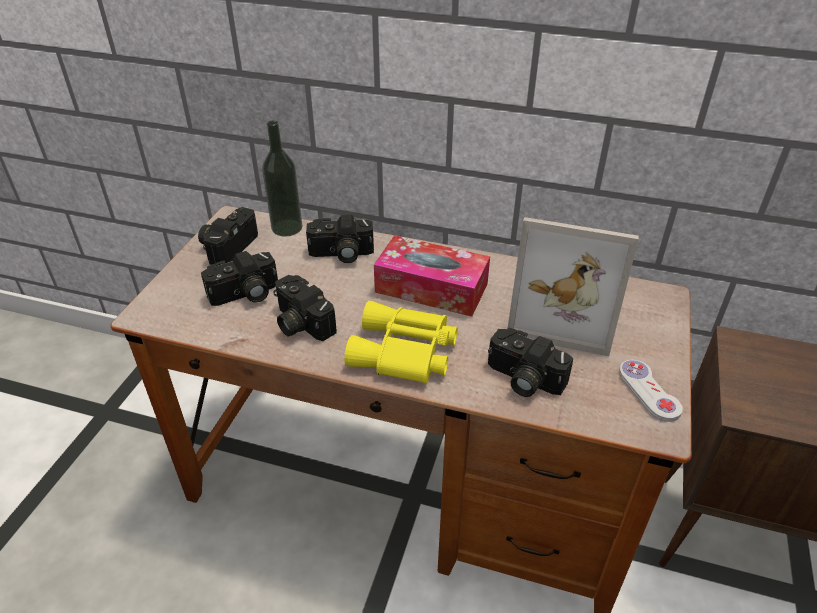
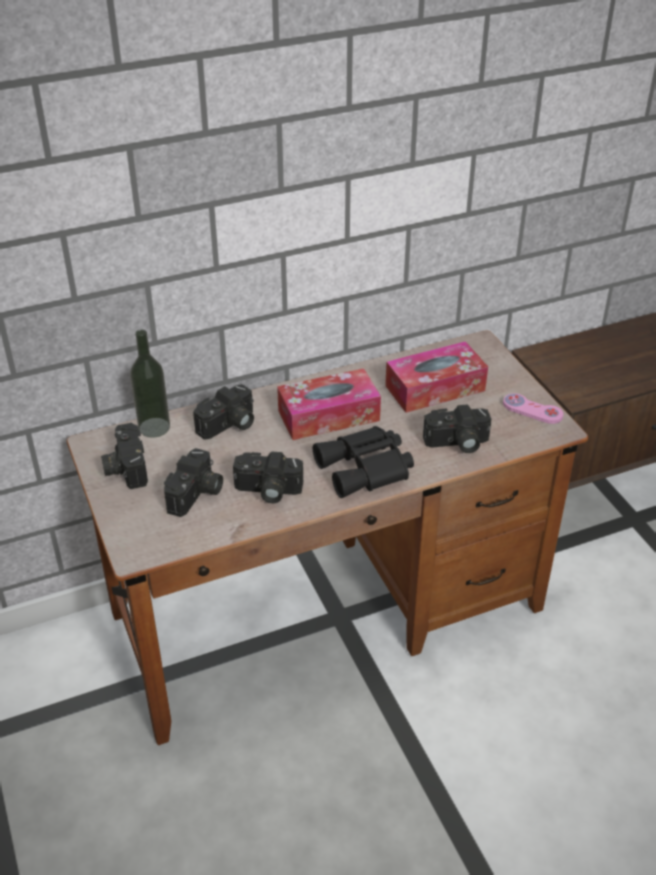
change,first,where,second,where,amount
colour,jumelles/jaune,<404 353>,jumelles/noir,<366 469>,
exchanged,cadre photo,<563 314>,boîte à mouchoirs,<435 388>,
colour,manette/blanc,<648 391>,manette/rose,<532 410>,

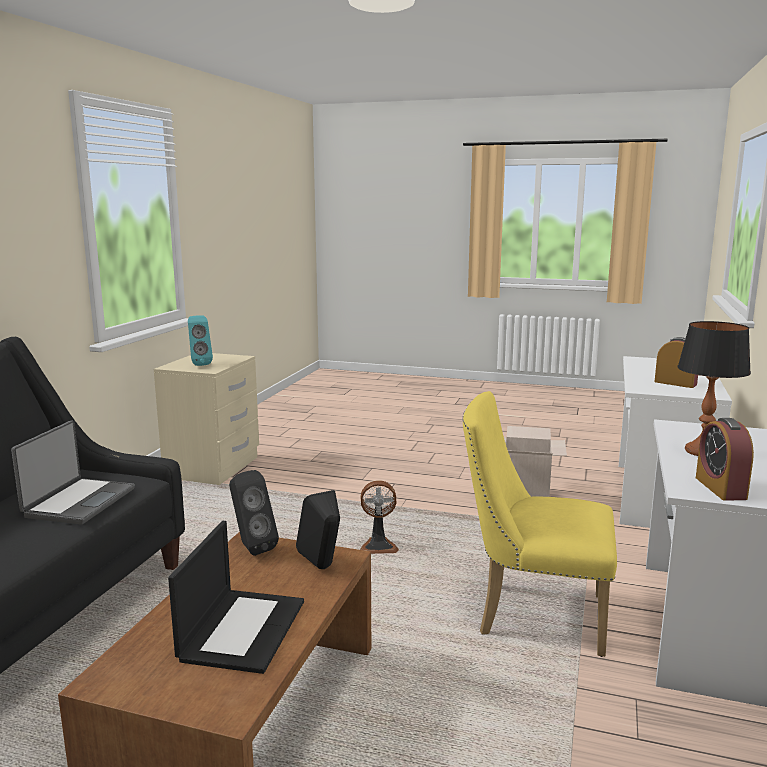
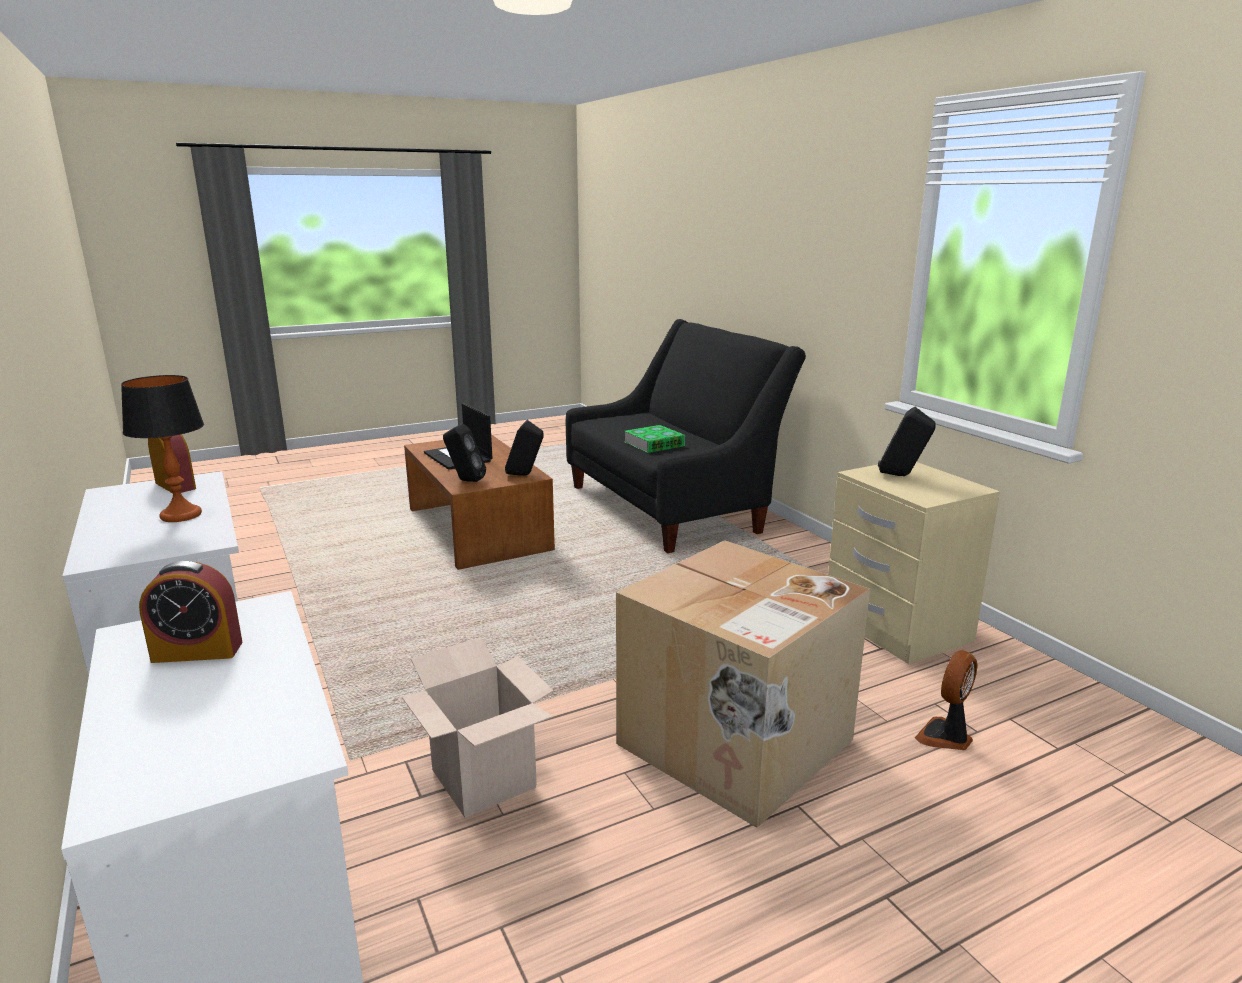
change,first,where,second,where,amount
appeared,,,carton,<735 744>,
exchanged,ordinateur portable,<78 502>,livre,<654 444>,
colour,enceinte/turquoise,<200 364>,enceinte/noir,<902 476>,
relocated,ventilateur,<378 546>,,<946 737>,
missing,chaise/jaune,<531 614>,,,

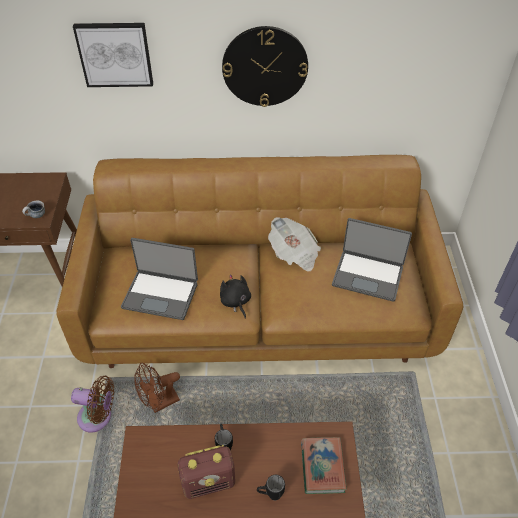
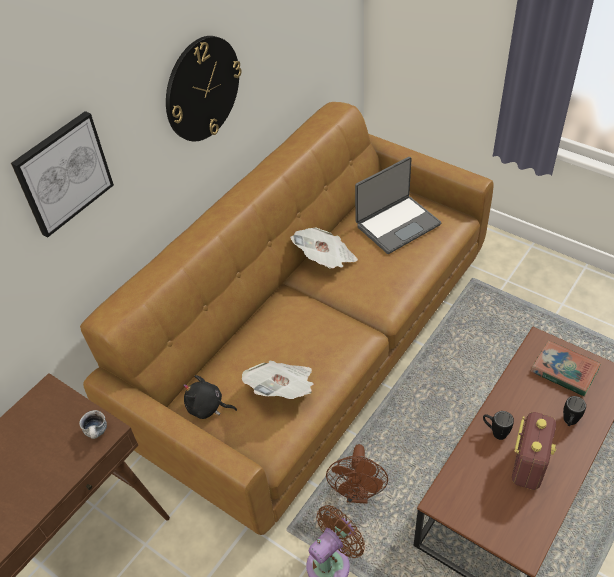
change,first,where,second,where,amount
relocated,peluche/noir,<235 302>,,<207 407>,
exchanged,ordinateur portable,<161 294>,journal,<283 389>,

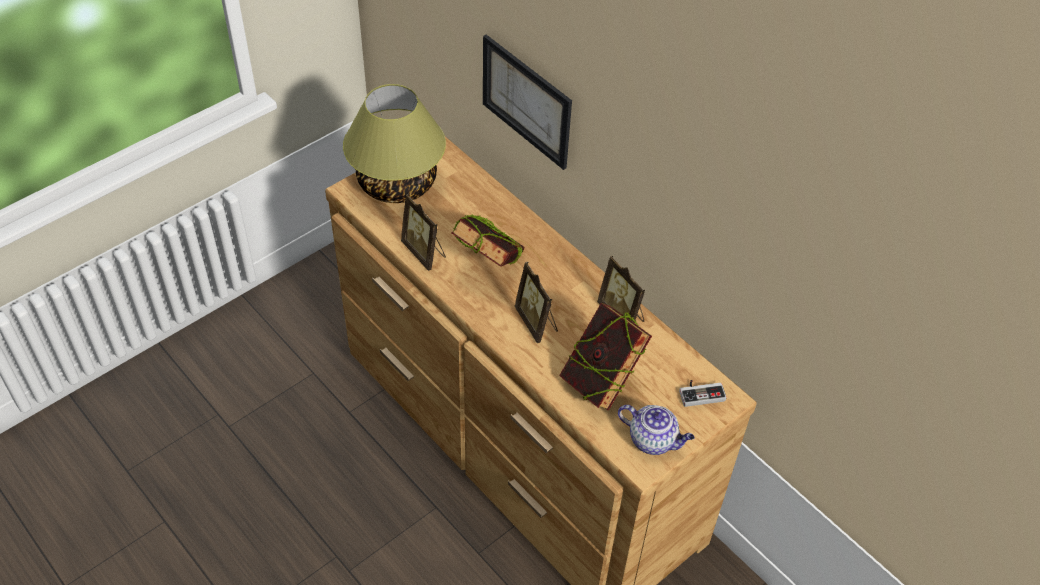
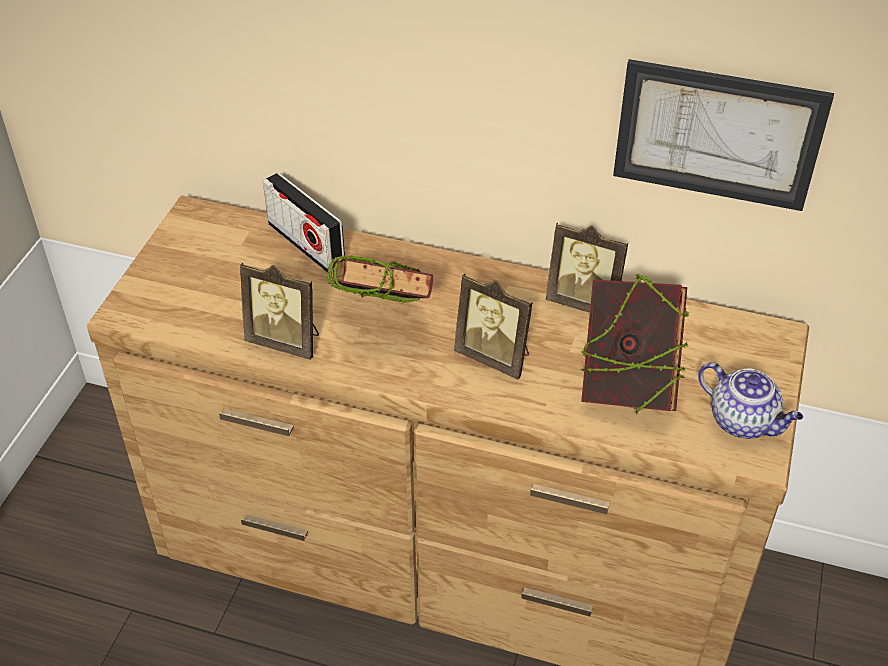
change,first,where,second,where,amount
appeared,,,radio,<306 245>,
relocated,tableau,<526 101>,,<718 134>,
spun,théière,<653 440>,,<744 422>,45 degrees clockwise
missing,lampe de table,<396 183>,,,
missing,manette,<700 392>,,,

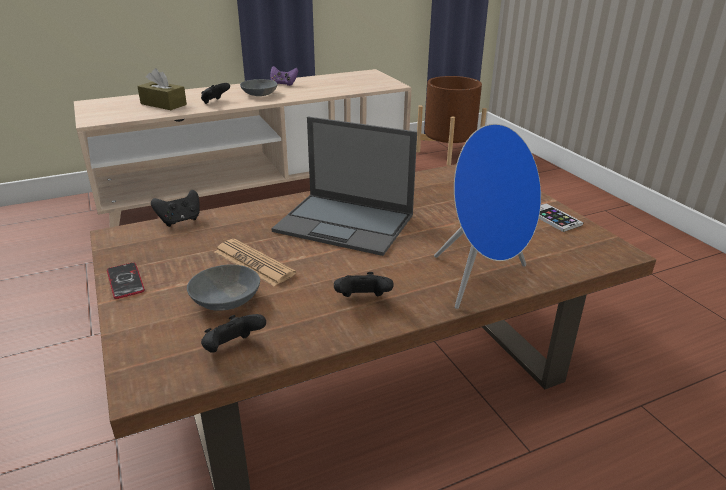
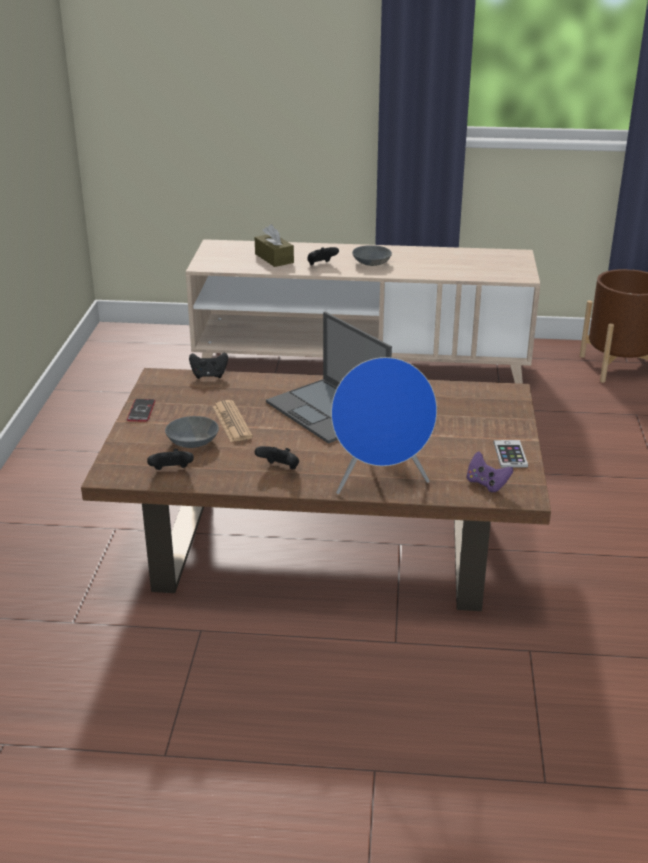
change,first,where,second,where,amount
relocated,manette/violet,<283 84>,,<486 484>,

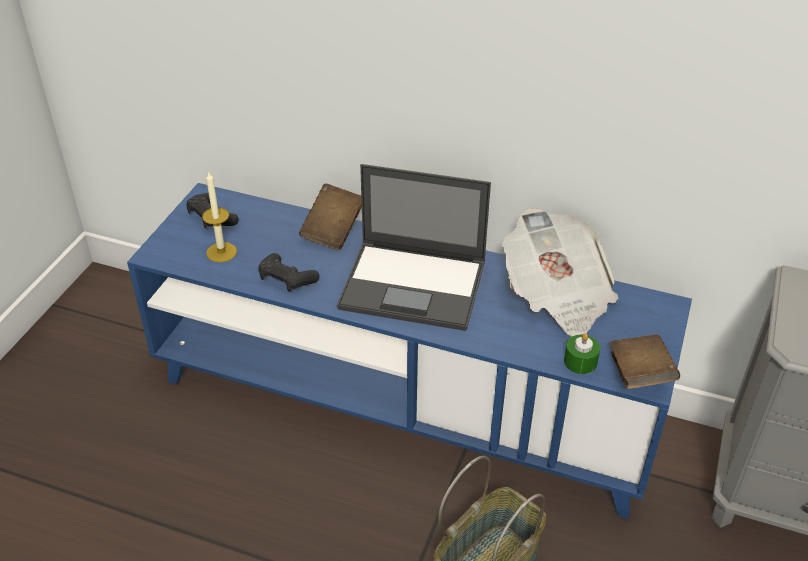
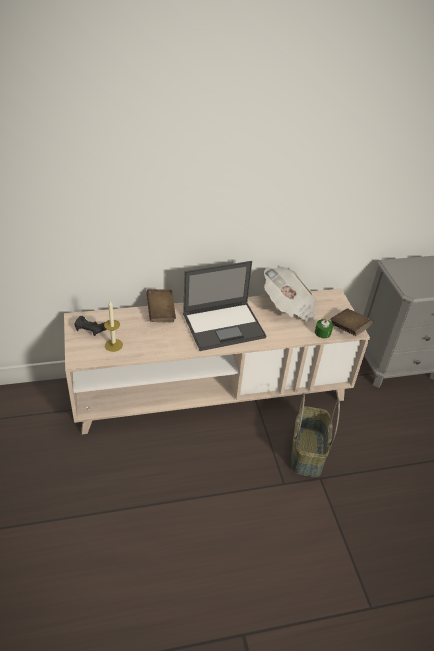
change,first,where,second,where,amount
colour,meuble télé/bleu,<403 402>,meuble télé/beige,<211 392>,
missing,manette/noir,<286 279>,,,

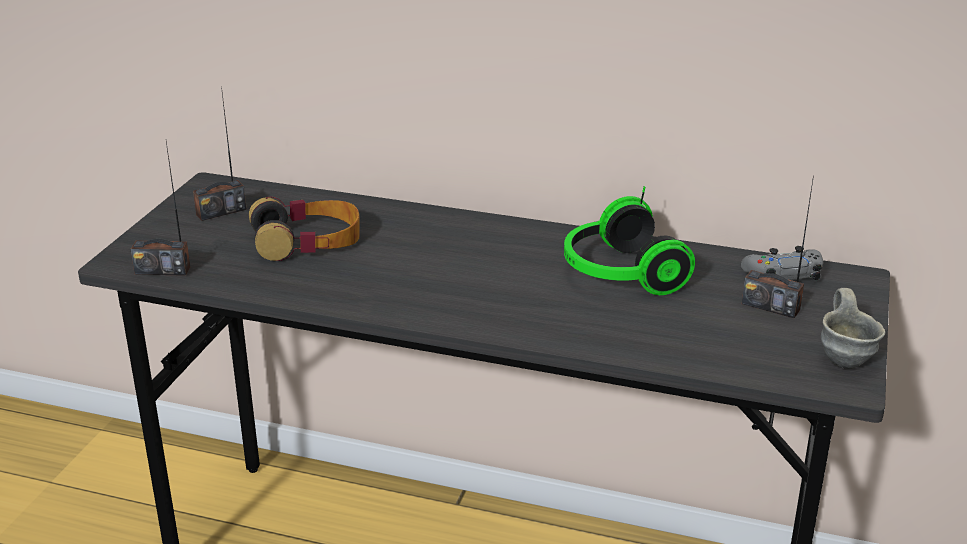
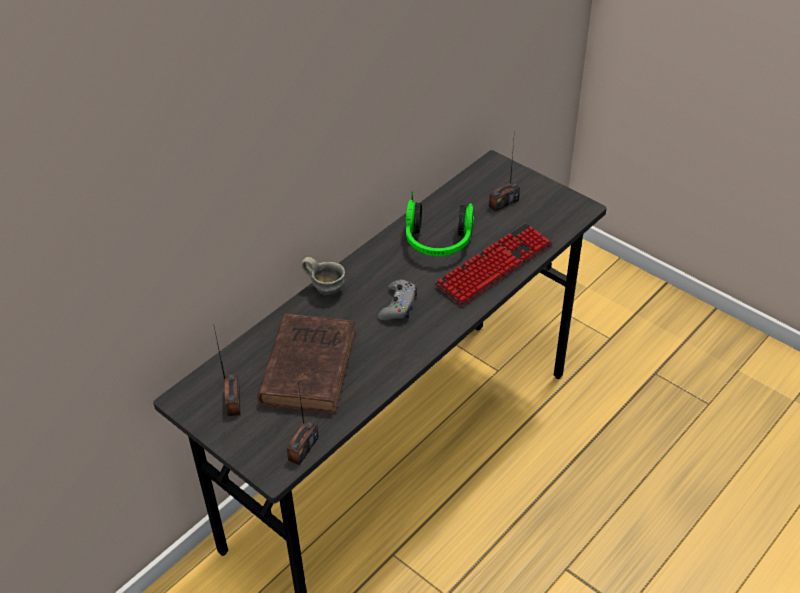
change,first,where,second,where,amount
exchanged,casque audio,<307 240>,livre/marron,<309 365>,
relocated,mug/gris,<847 358>,,<326 288>,
relocated,manette/gris,<783 274>,,<398 305>,
appeared,,,clavier,<494 266>,

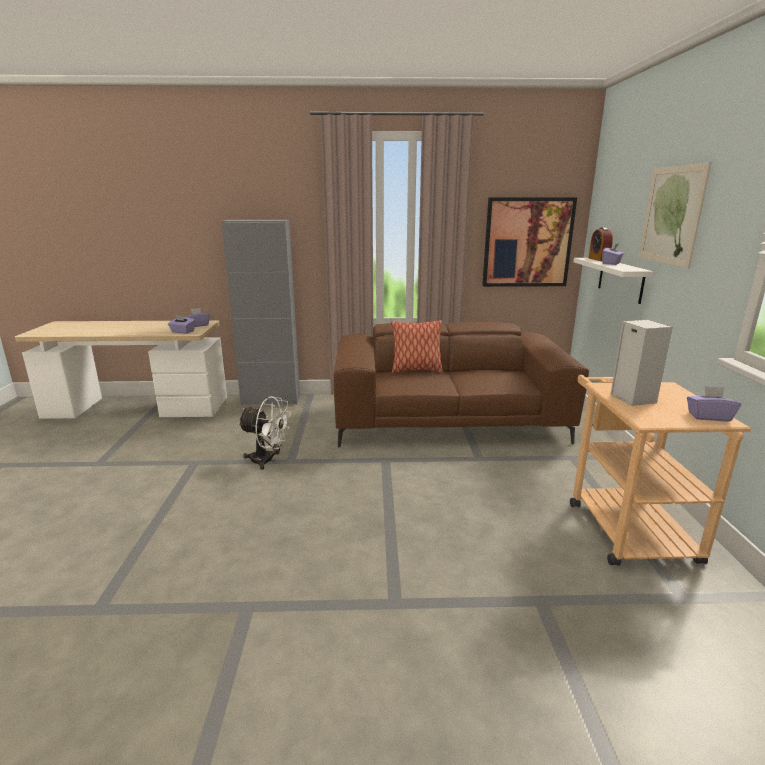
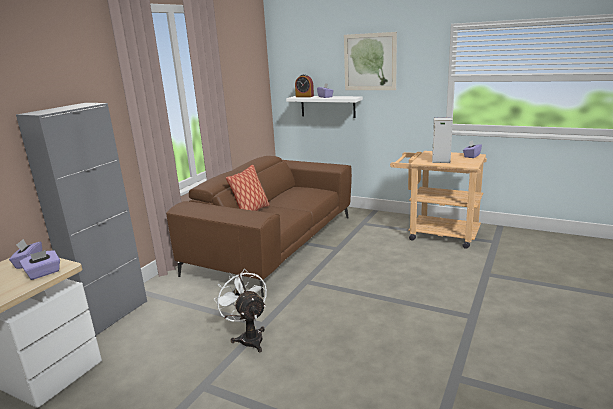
change,first,where,second,where,amount
spun,ventilateur/blanc,<267 460>,,<249 337>,75 degrees counterclockwise
missing,tableau,<527 242>,,,

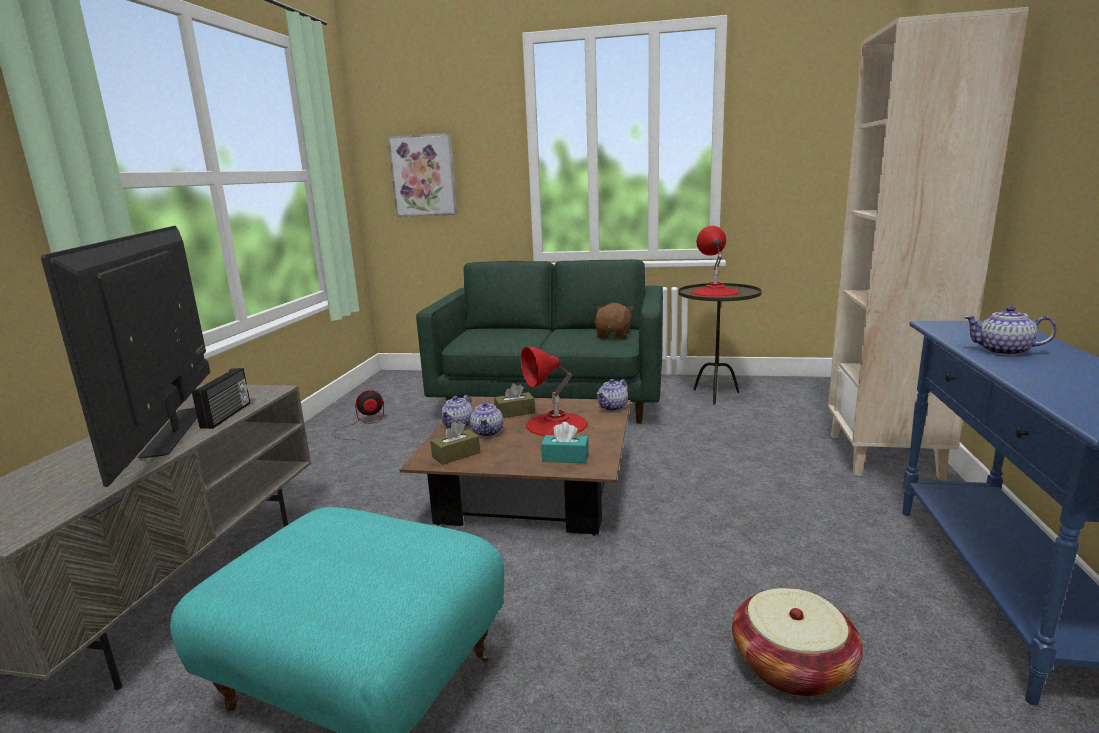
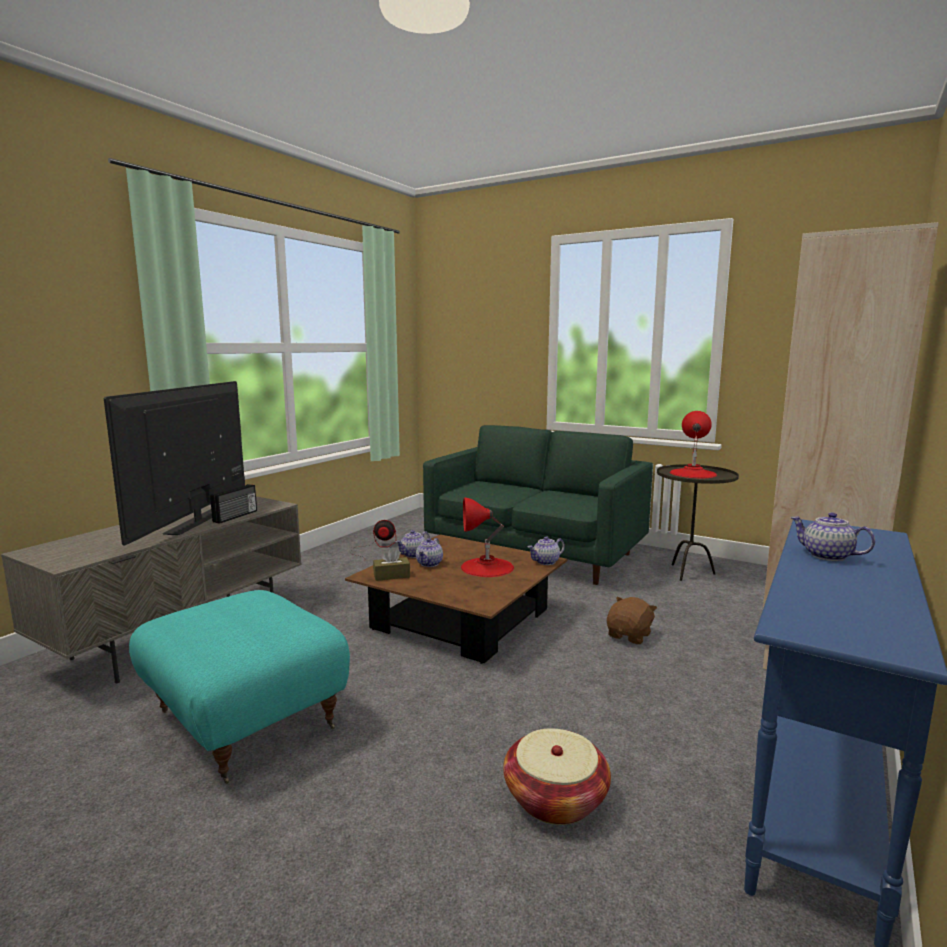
change,first,where,second,where,amount
relocated,peluche/marron,<613 335>,,<630 635>,
missing,tableau,<424 175>,,,
missing,boîte à mouchoirs/marron,<515 412>,,,
missing,boîte à mouchoirs/turquoise,<565 457>,,,

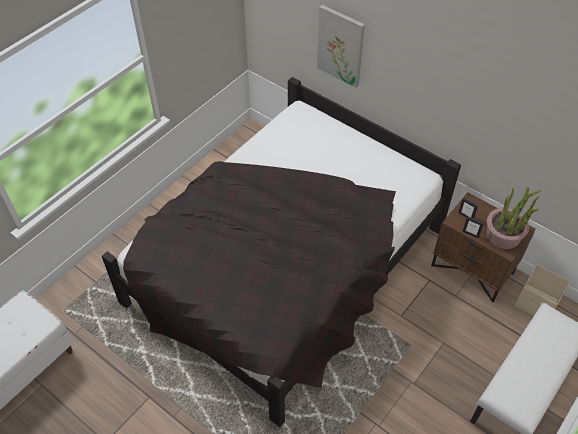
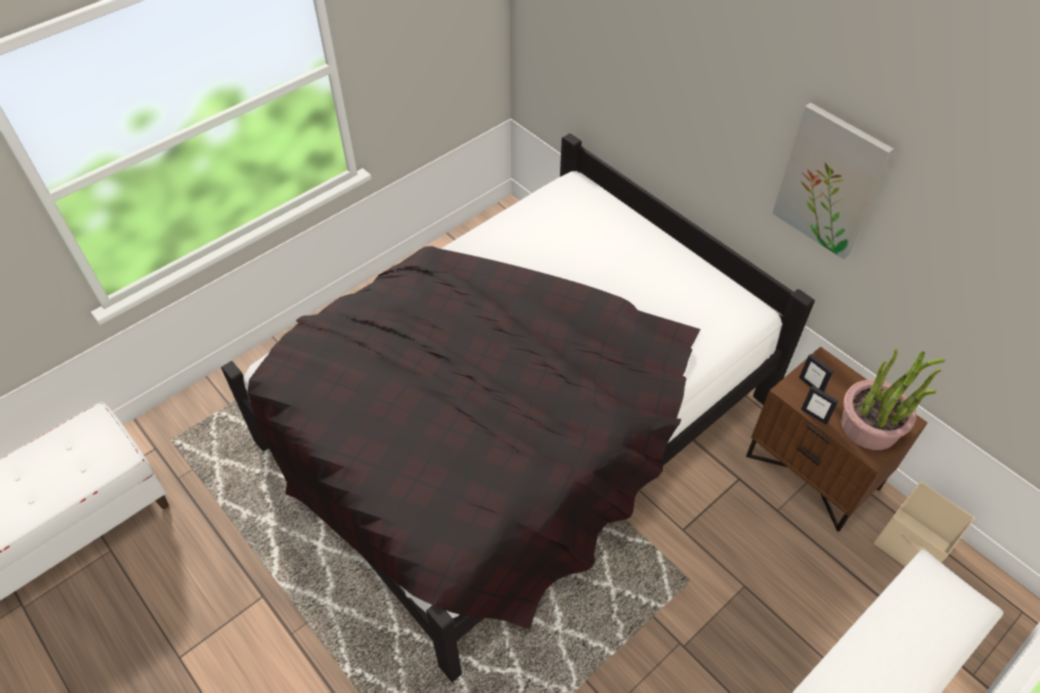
change,first,where,second,where,amount
relocated,tableau,<340 46>,,<830 182>,

